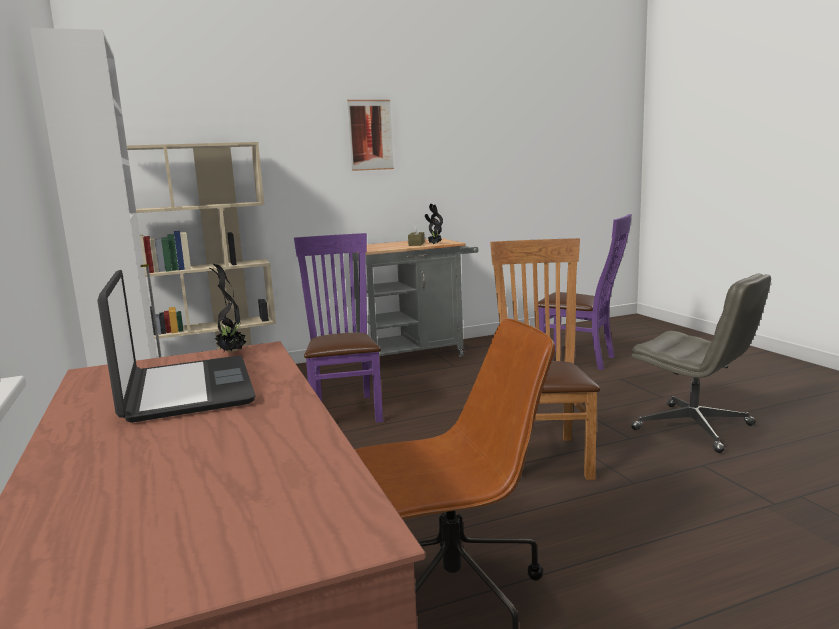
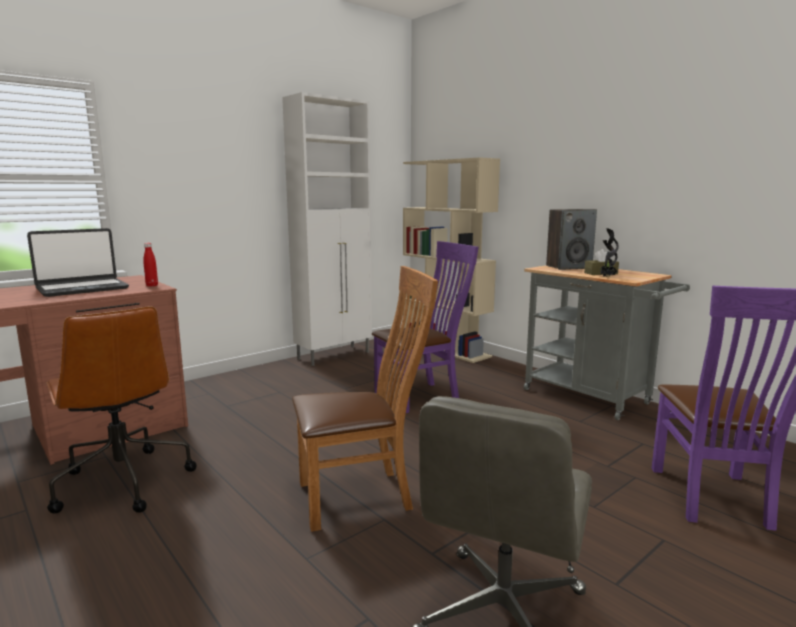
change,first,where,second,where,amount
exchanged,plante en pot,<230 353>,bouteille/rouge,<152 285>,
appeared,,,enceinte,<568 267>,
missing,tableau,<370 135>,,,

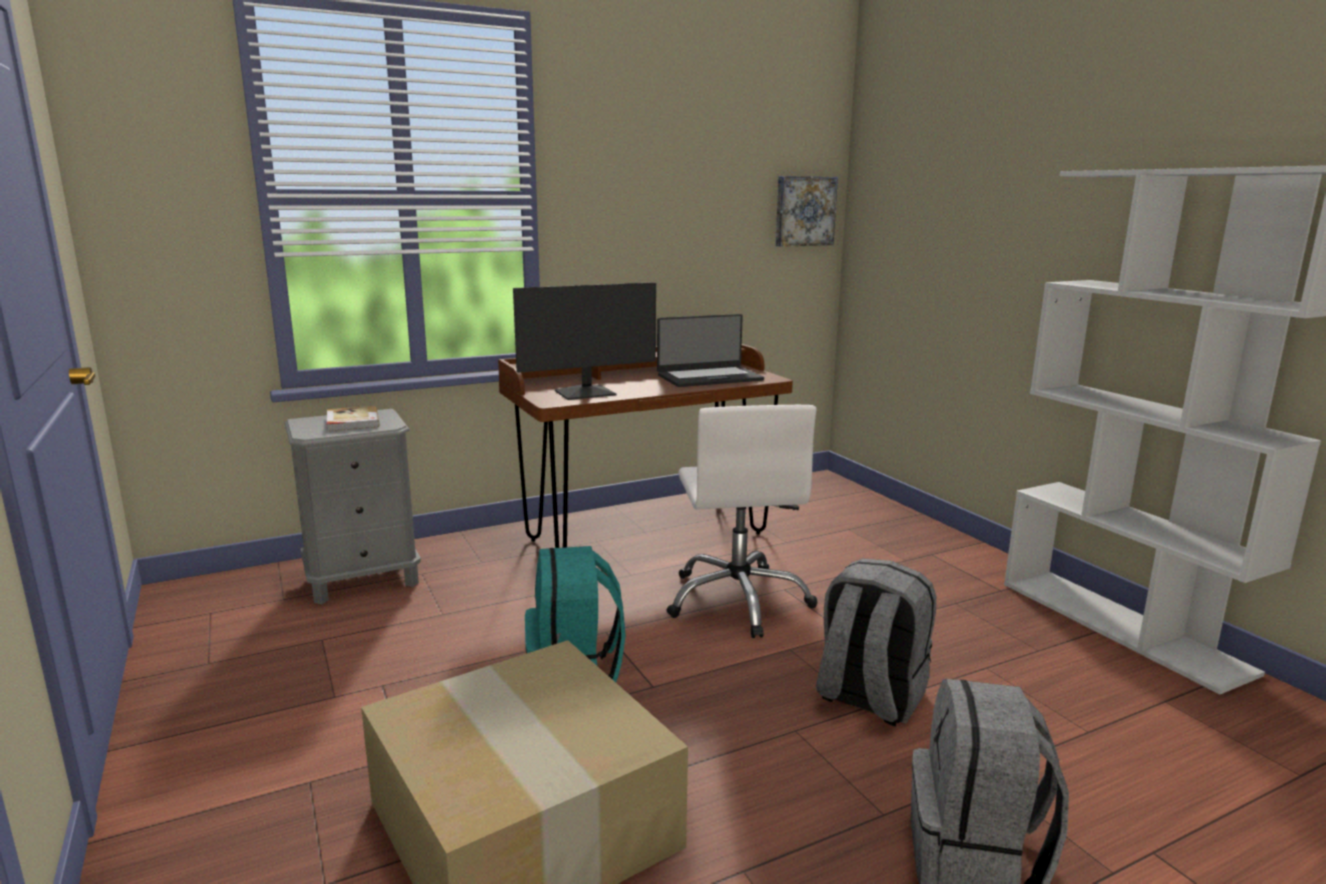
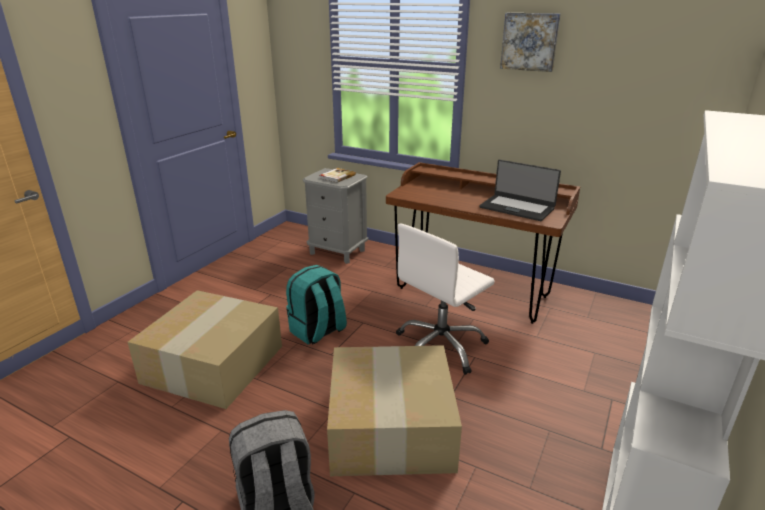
change,first,where,second,where,amount
exchanged,sac à dos/gris,<868 698>,carton,<389 426>,
relocated,tableau,<804 211>,,<530 41>,
missing,écran d'ordinateur,<586 393>,,,

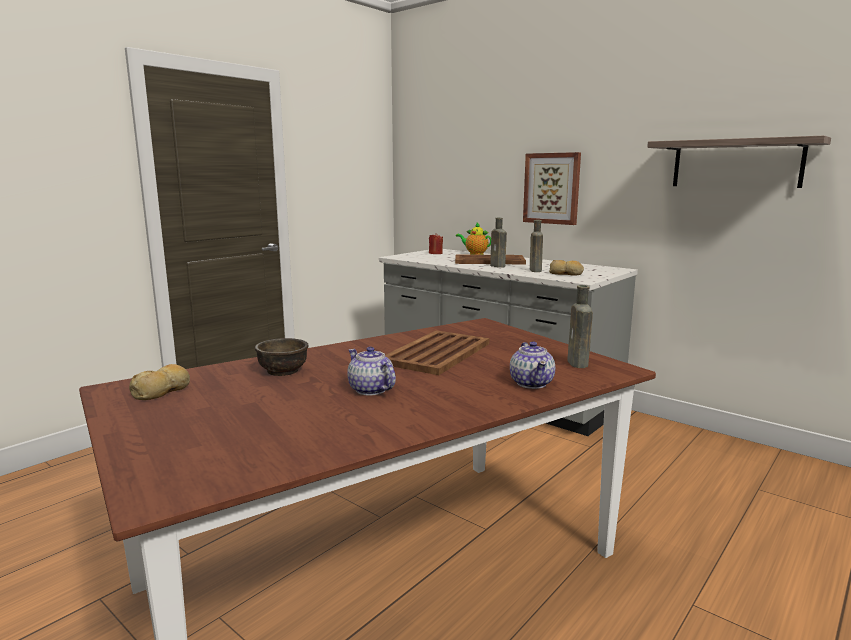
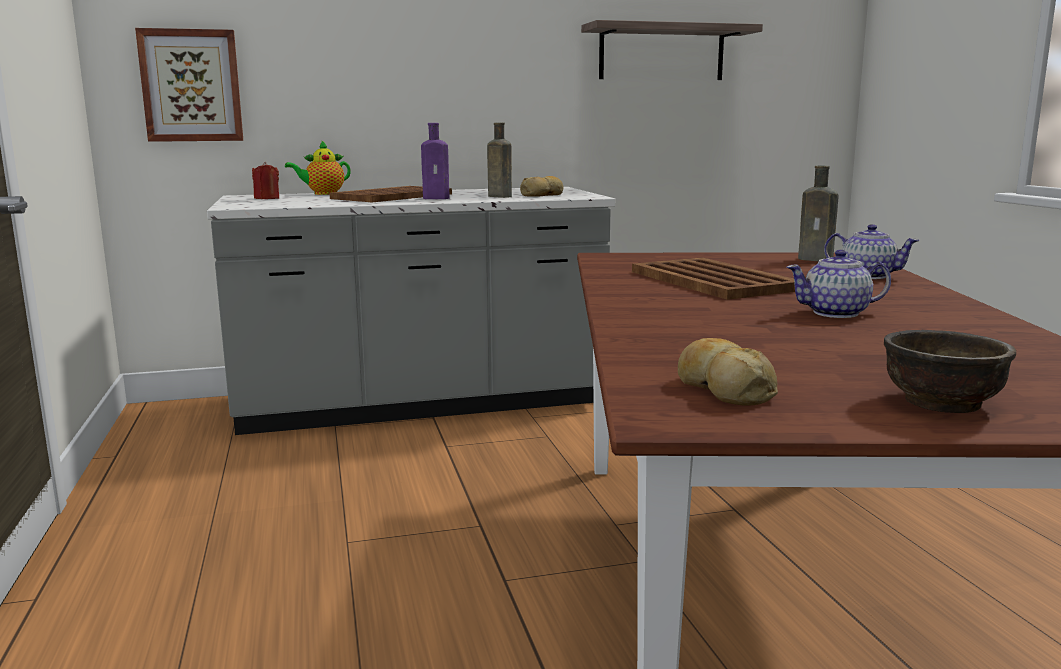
change,first,where,second,where,amount
relocated,tableau,<552 188>,,<191 86>,
colour,bouteille/marron,<498 266>,bouteille/violet,<438 198>,
relocated,bol/marron,<282 371>,,<941 403>,

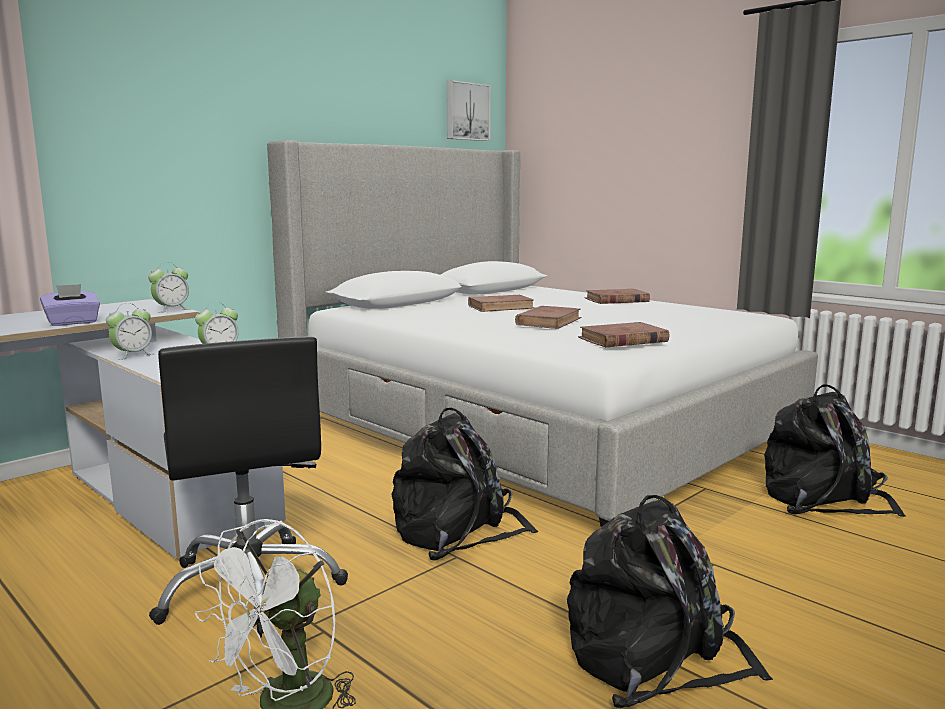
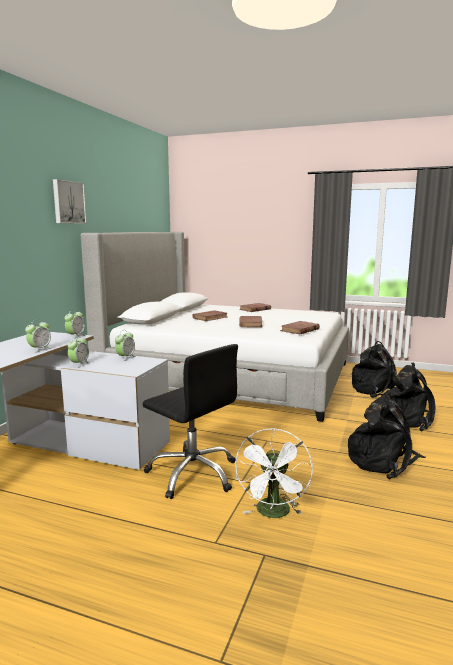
change,first,where,second,where,amount
exchanged,boîte à mouchoirs/violet,<72 322>,réveil,<39 349>,
relocated,tableau,<466 111>,,<68 202>,
relocated,sac à dos/noir,<458 531>,,<406 419>,

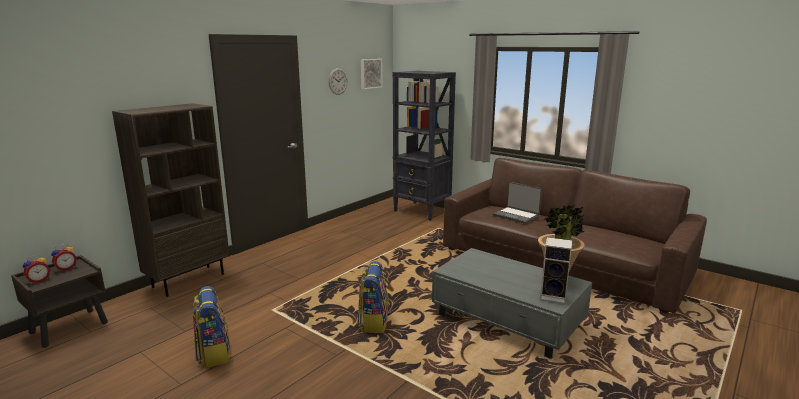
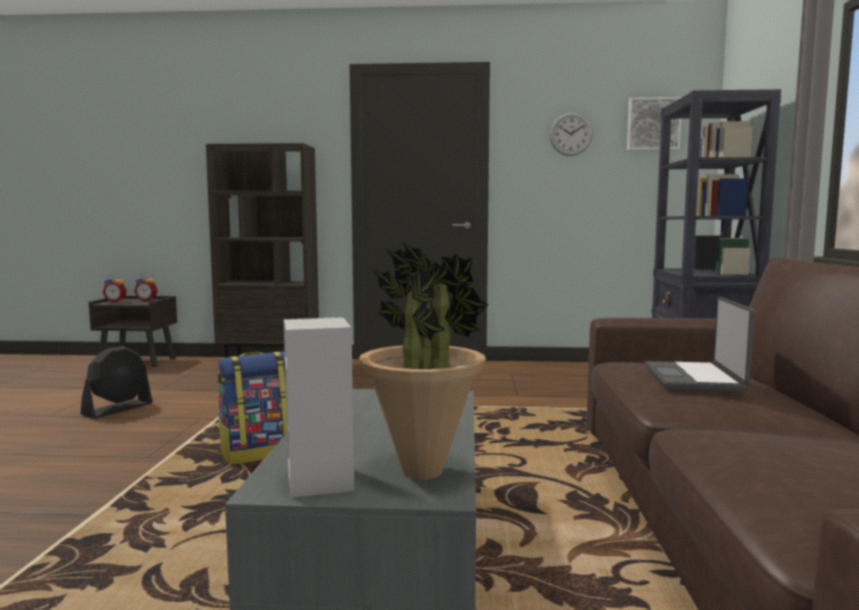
change,first,where,second,where,amount
exchanged,sac à dos,<213 353>,ventilateur/noir,<118 409>,

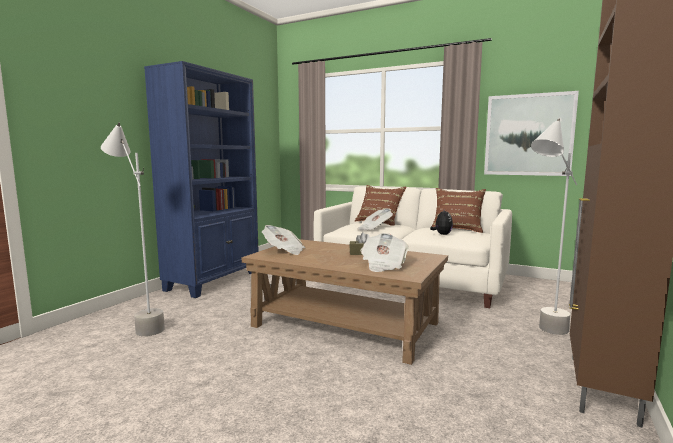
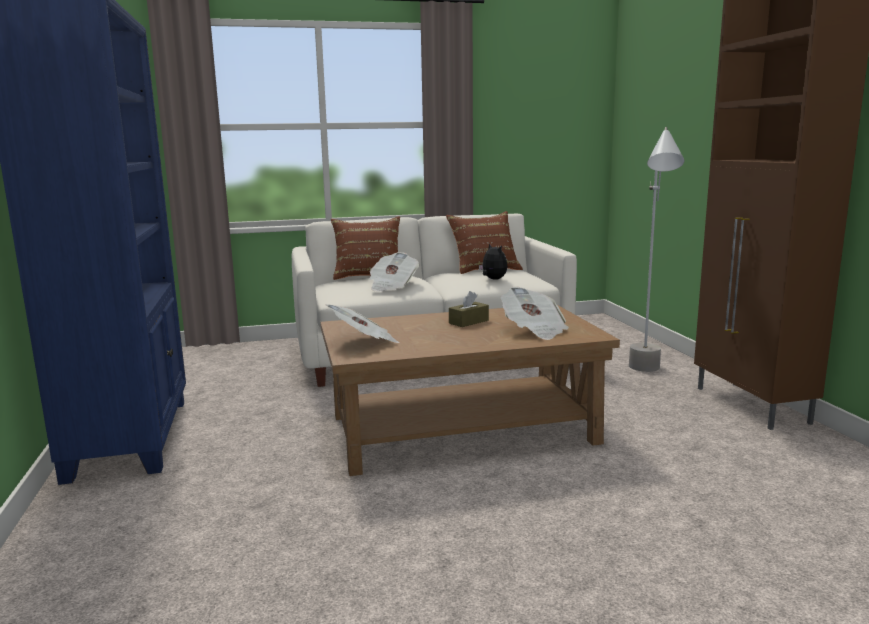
change,first,where,second,where,amount
missing,lampadaire/gris,<140 324>,,,
missing,tableau,<528 135>,,,

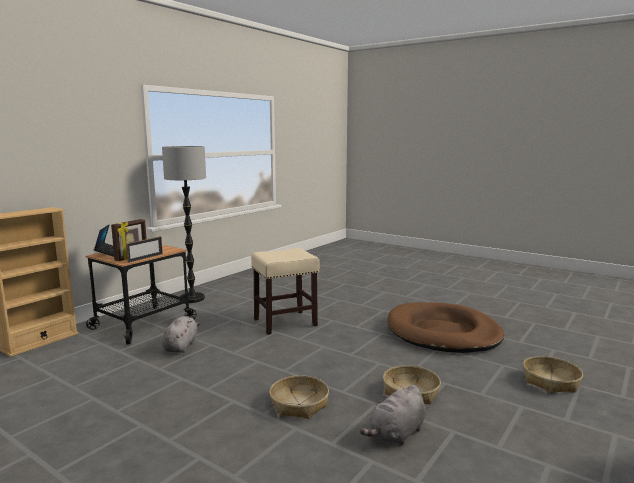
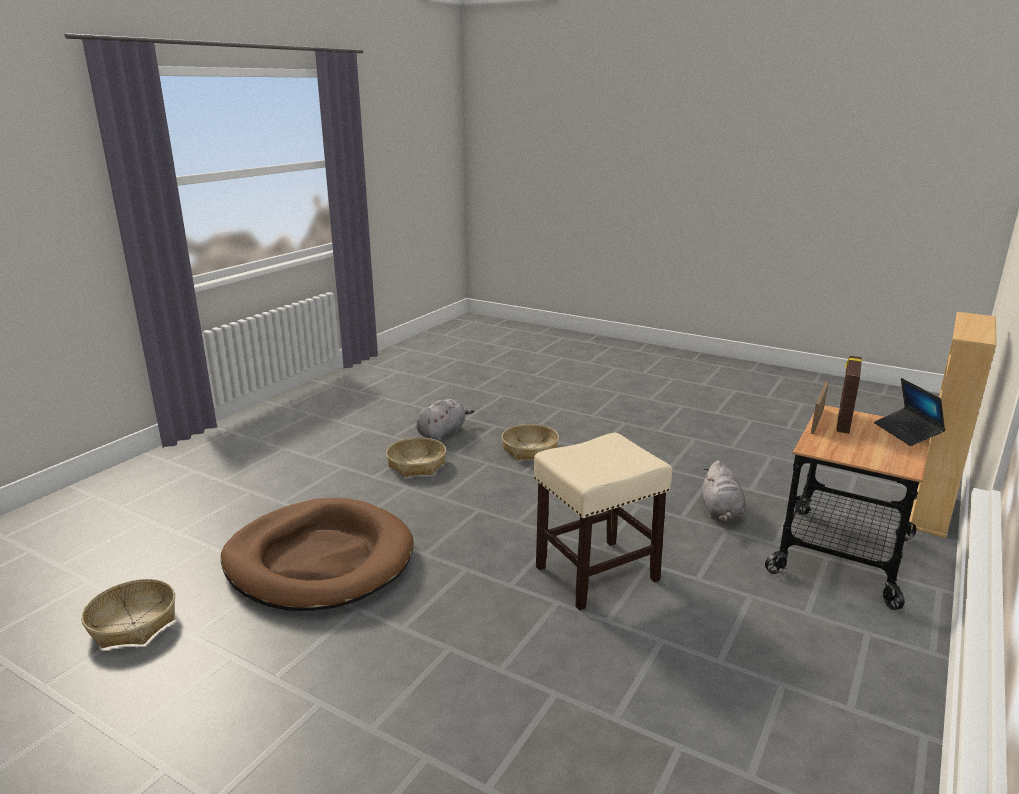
change,first,where,second,where,amount
relocated,panier,<551 381>,,<133 624>,
missing,lampadaire,<192 299>,,,

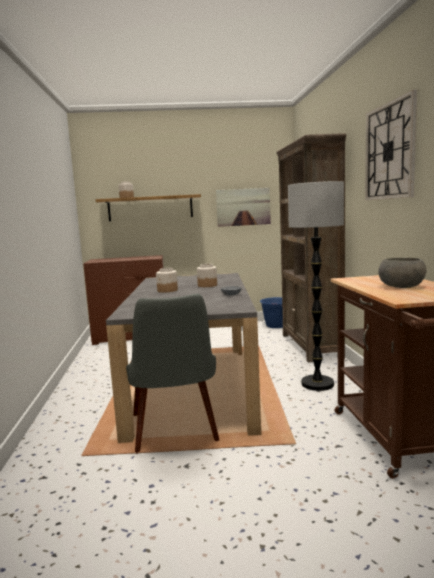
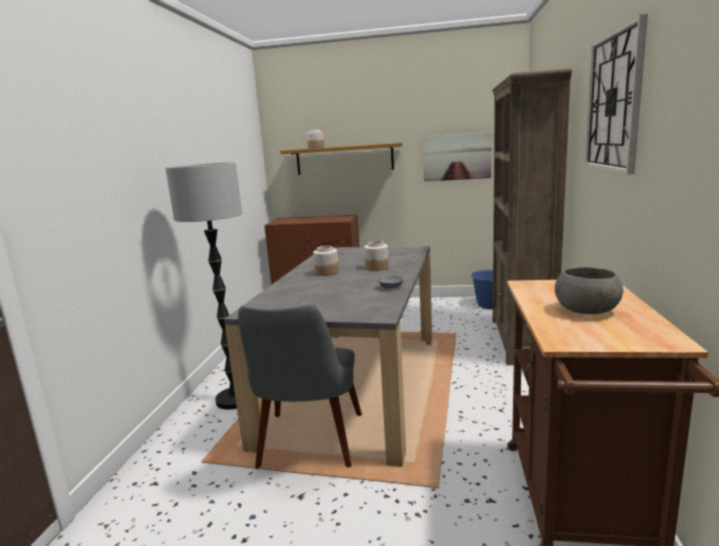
change,first,where,second,where,amount
relocated,lampadaire,<317 384>,,<234 399>,

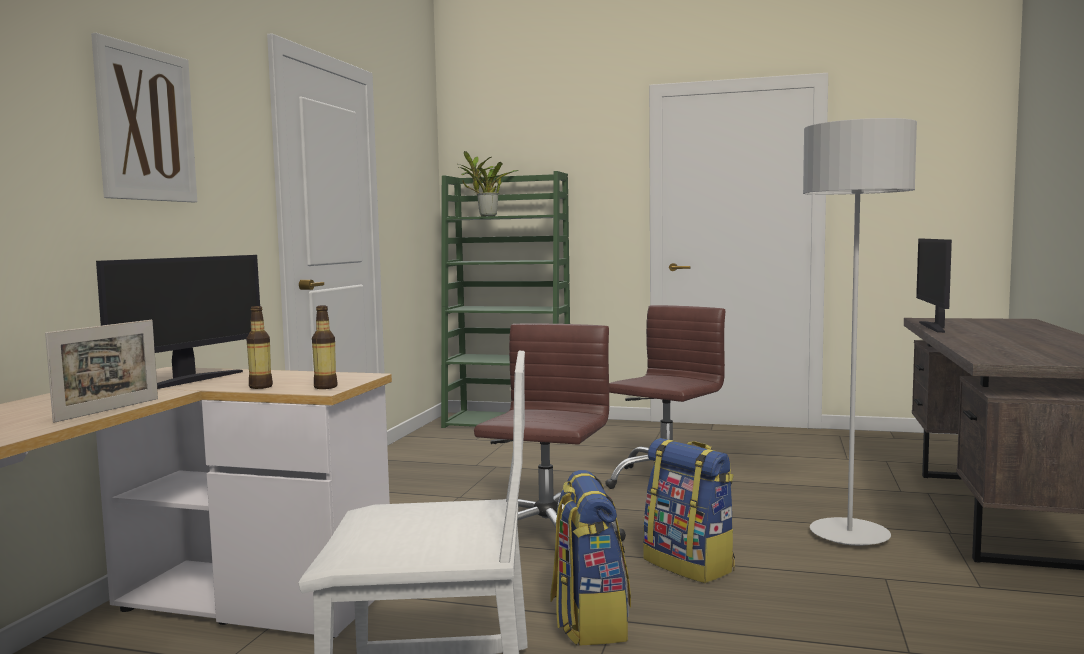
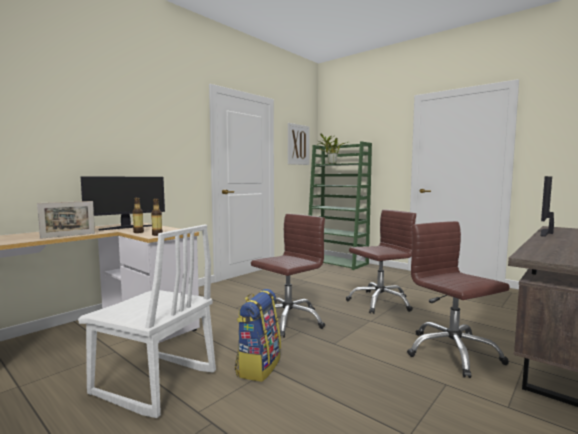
change,first,where,second,where,amount
relocated,tableau,<146 124>,,<298 144>,
exchanged,lampadaire/gris,<849 535>,chaise de bureau/marron,<452 352>,
missing,sac à dos,<690 565>,,,

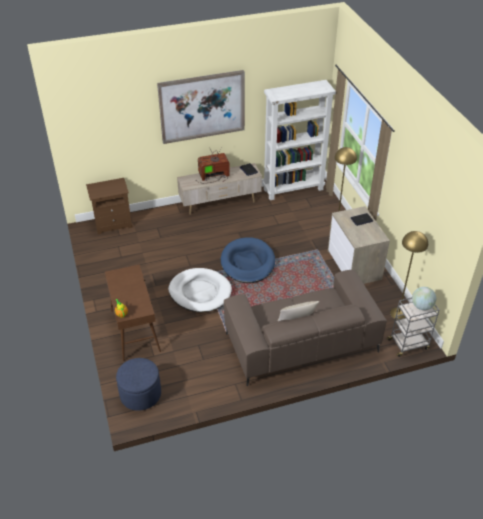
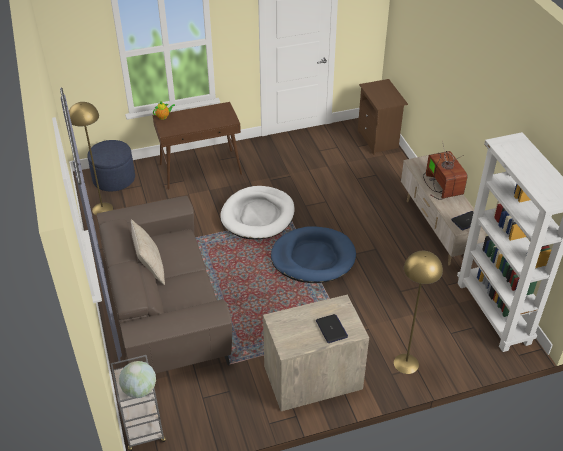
change,first,where,second,where,amount
relocated,lampadaire/jaune,<398 313>,,<102 209>,
missing,tableau,<202 106>,,,

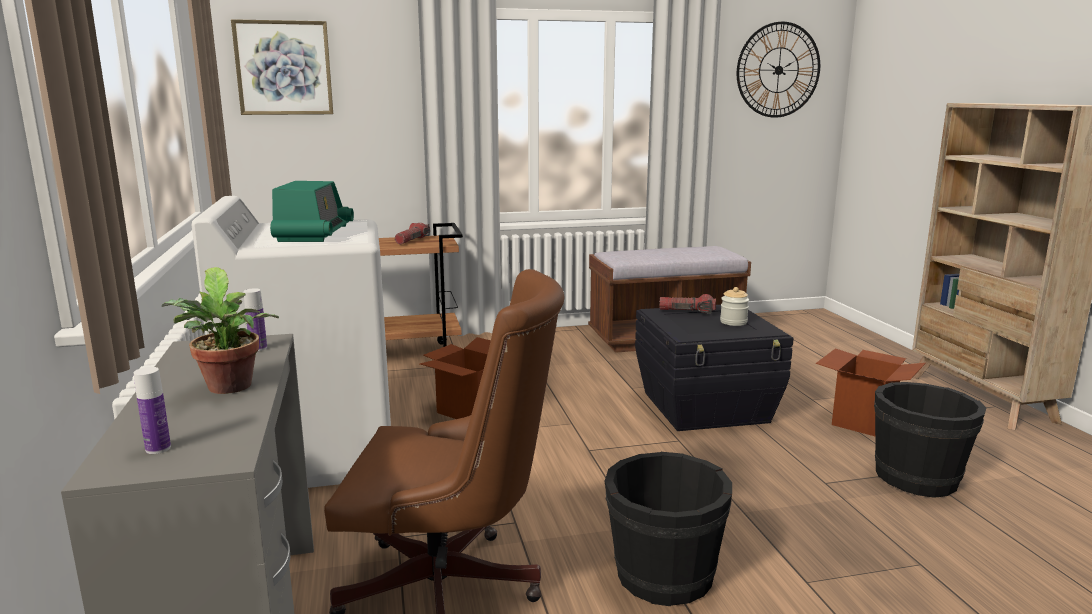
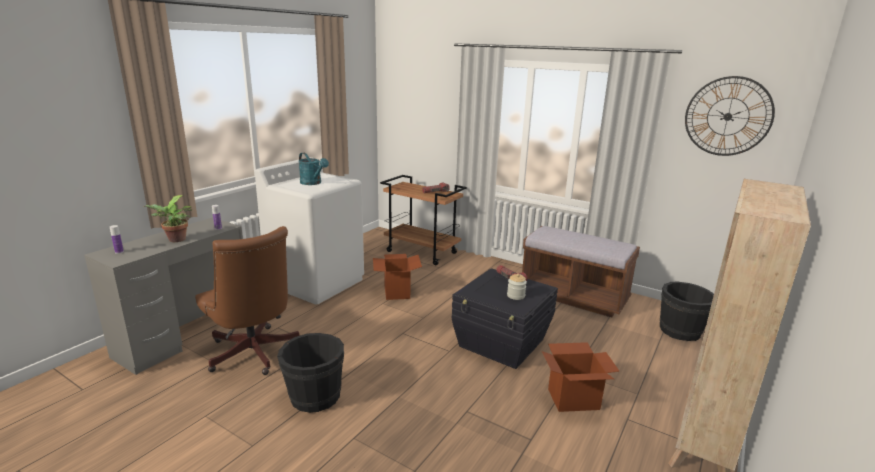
change,first,where,second,where,amount
exchanged,radio,<314 233>,arrosoir/turquoise,<313 183>,
relocated,seau/noir,<917 478>,,<680 331>,
missing,tableau,<284 68>,,,

